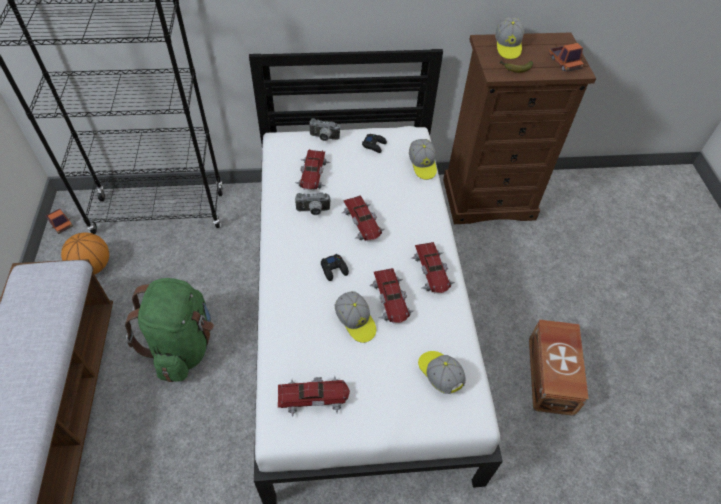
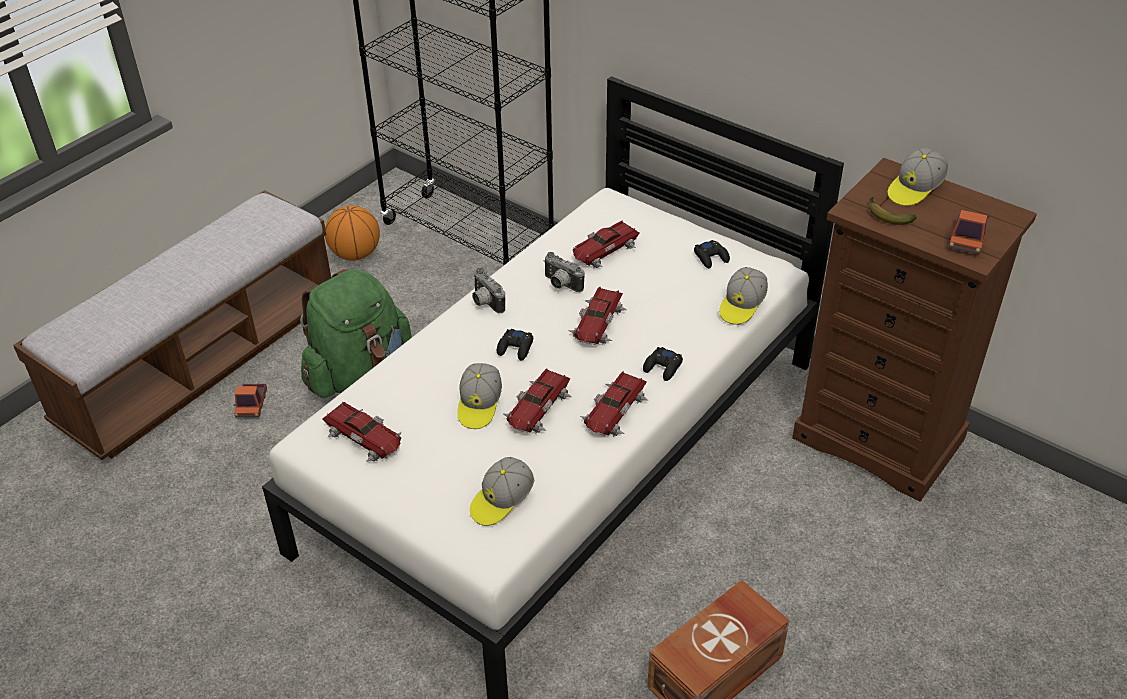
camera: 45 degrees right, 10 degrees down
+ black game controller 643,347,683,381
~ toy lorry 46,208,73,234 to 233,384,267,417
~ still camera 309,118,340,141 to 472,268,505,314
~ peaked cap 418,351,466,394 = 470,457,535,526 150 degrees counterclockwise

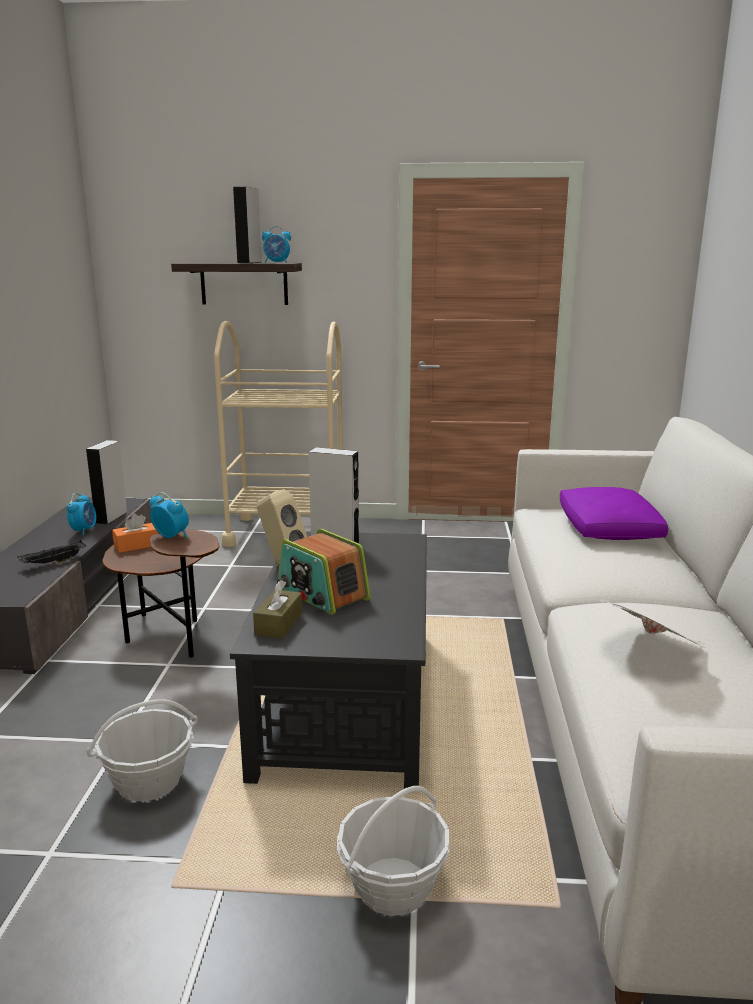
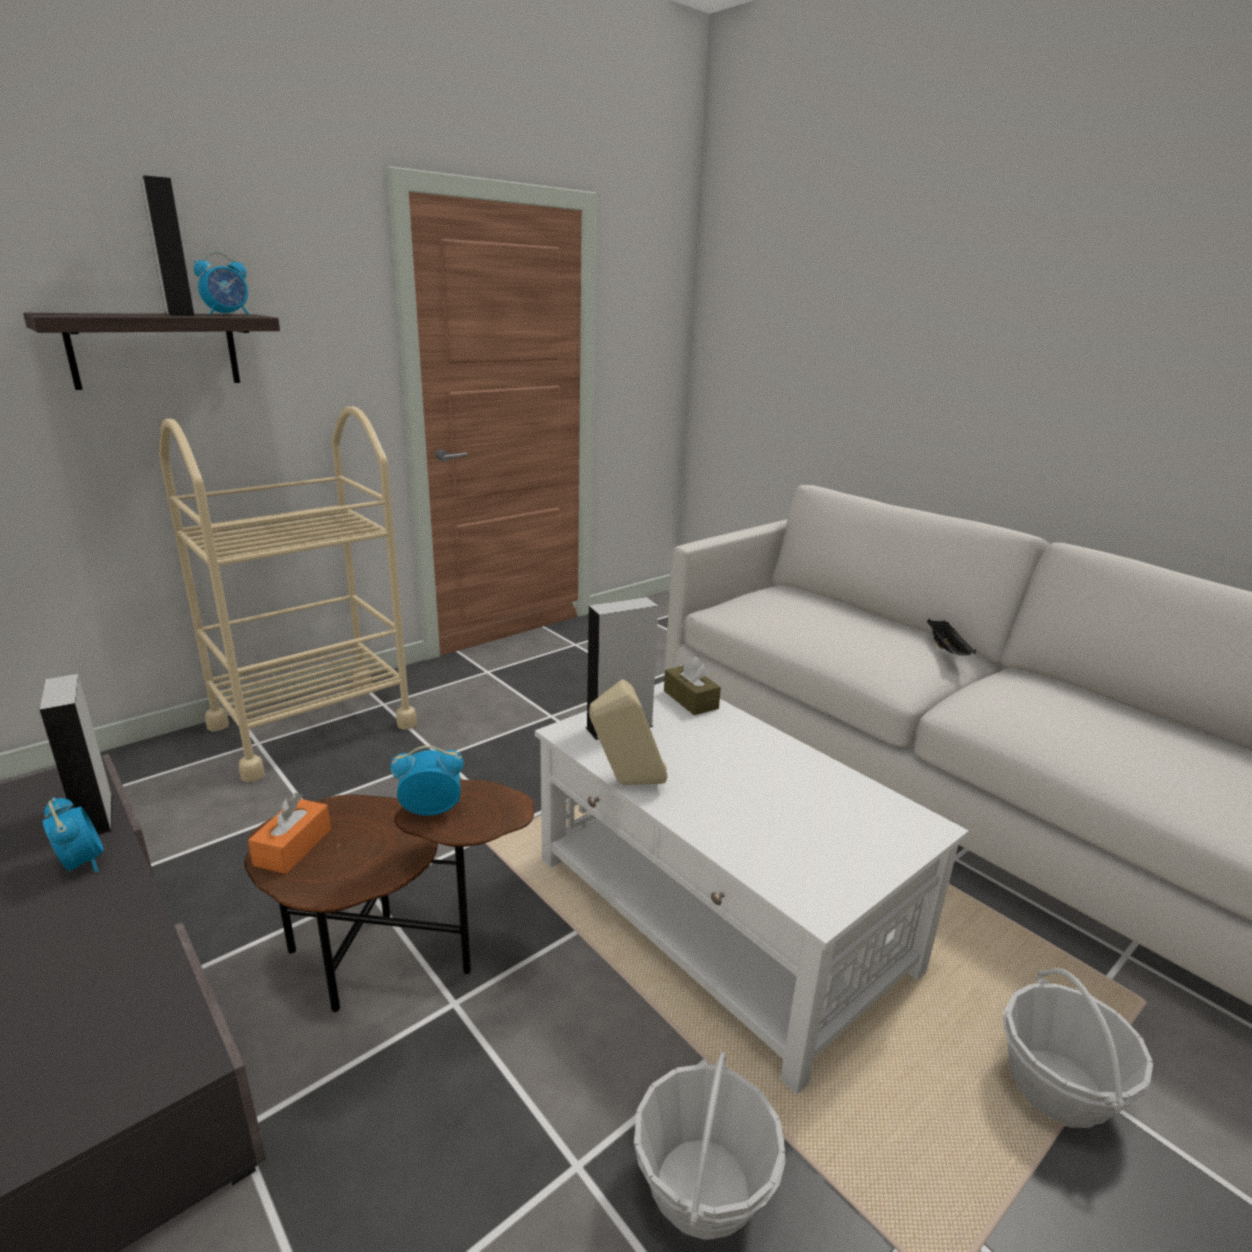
camera: 45 degrees left, 5 degrees up
- radio 277,529,371,615
- purple throw pillow 560,487,668,540
- newspaper 597,599,705,648
~ black serving tray 17,540,86,564 to 927,619,976,656
~ brown tissue holder 253,580,302,639 to 664,656,721,715
~ black coffee table 230,531,427,789 to white coffee table 535,682,969,1095

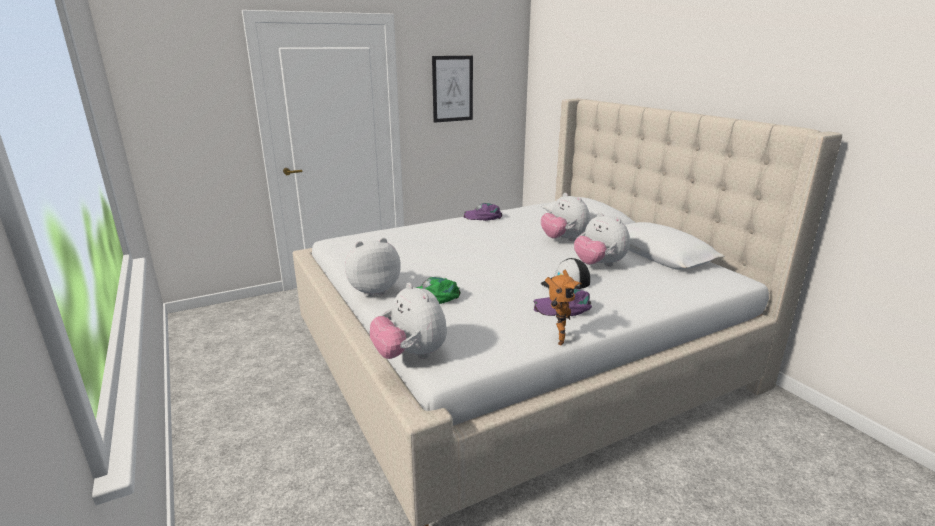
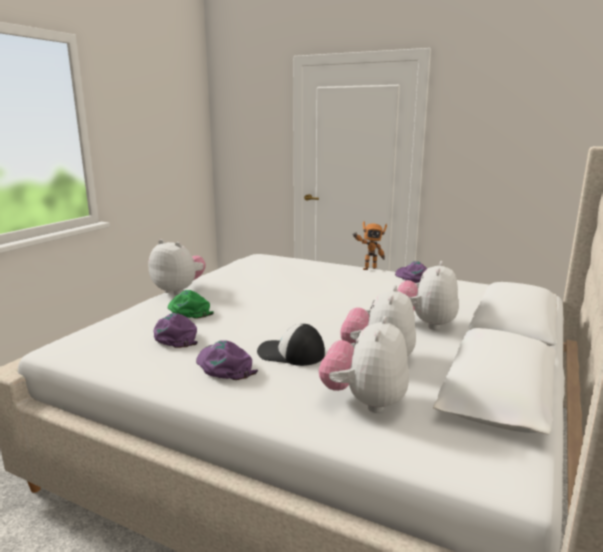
camera: 55 degrees right, 5 degrees down
- wall picture 432,56,473,123
+ purple peaked cap 153,313,198,348
~ soft toy 370,283,447,359 to 319,316,409,413
~ model robot 545,270,582,345 to 352,221,387,270

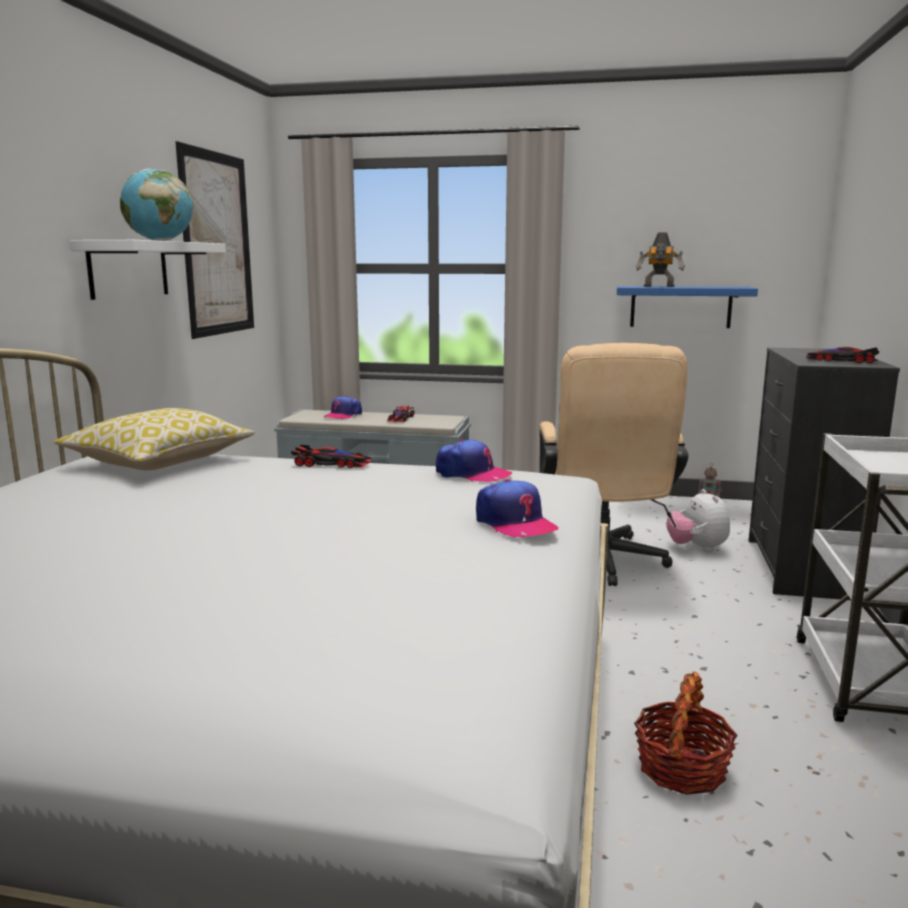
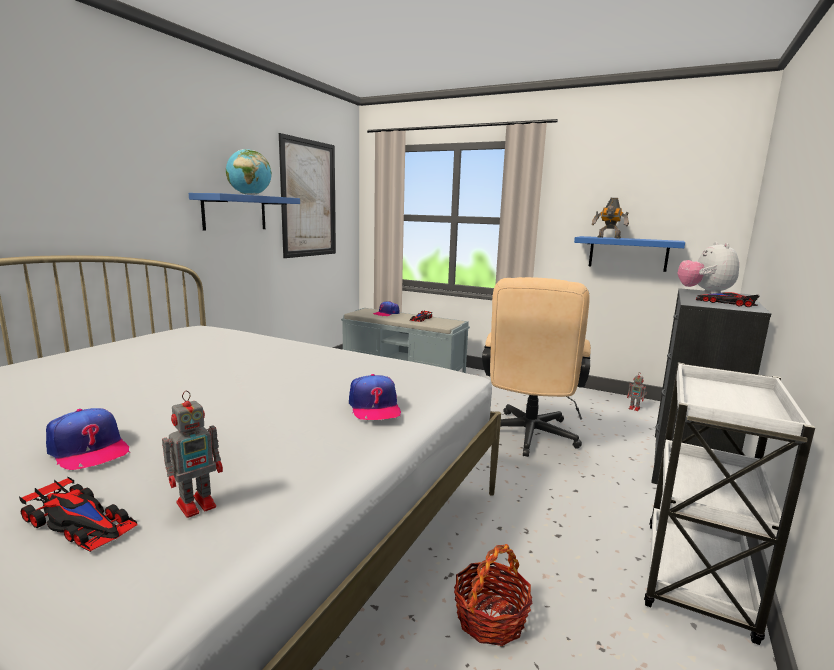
camera: 15 degrees right, 0 degrees up
- throw pillow 54,408,255,470
+ model robot 162,391,223,518
~ model car 291,445,371,468 to 19,476,138,552
~ peaked cap 436,440,512,482 to 46,408,130,470
~ soft toy 666,489,730,552 to 677,242,739,294
~ white bracket shelf 70,240,226,300 to blue bracket shelf 189,193,300,230

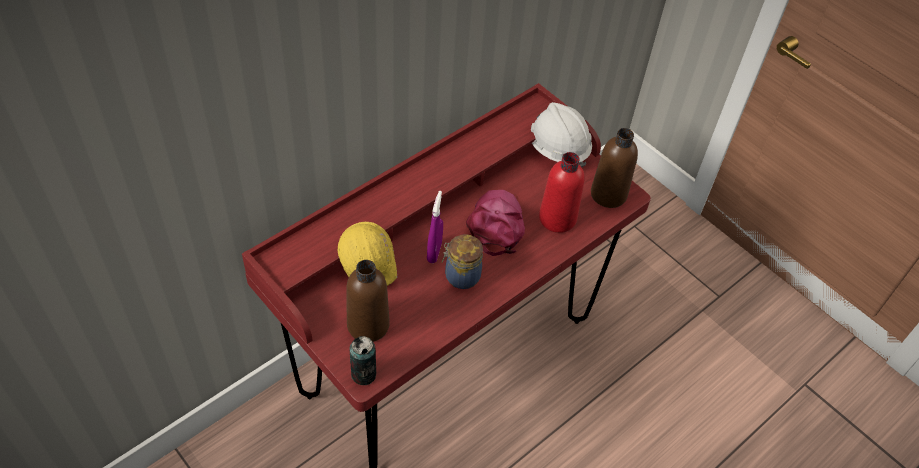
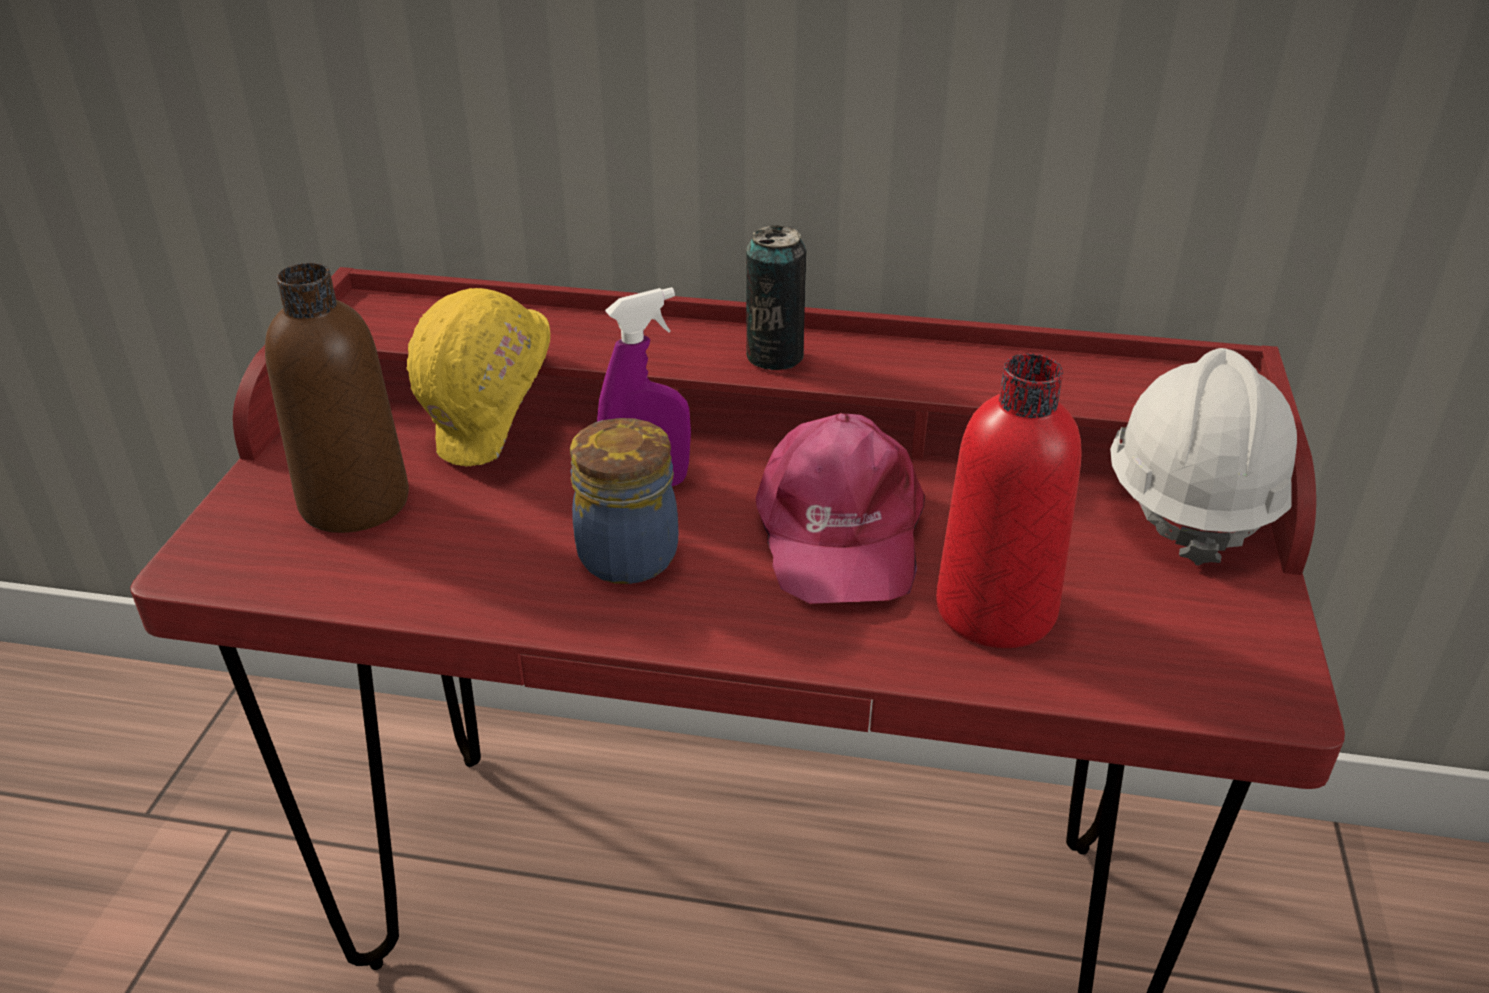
camera: 55 degrees right, 15 degrees down
- brown bottle 591,128,638,208
~ sealed can 349,336,376,385 to 746,225,807,370
~ pink-coloured peaked cap 466,190,525,256 = 755,413,925,604 120 degrees clockwise

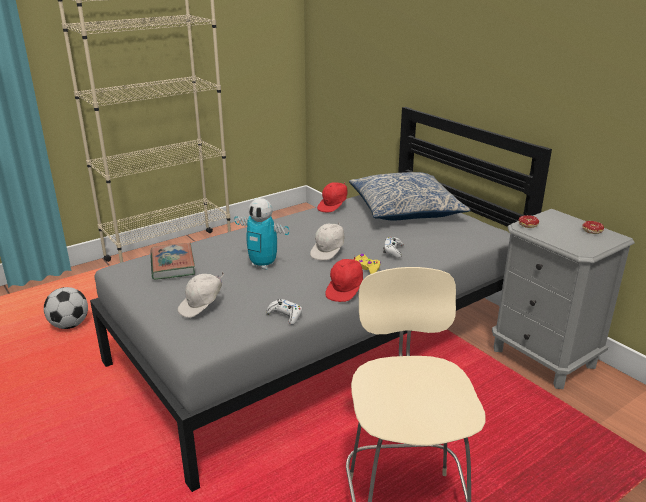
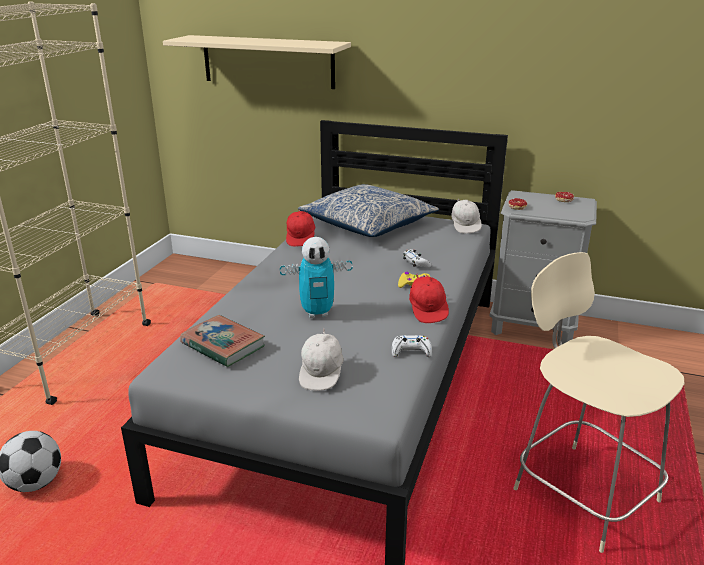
camera: 35 degrees left, 0 degrees up
+ beige-coloured bracket shelf 163,35,351,89
~ white peaked cap 310,223,344,261 to 451,198,482,234

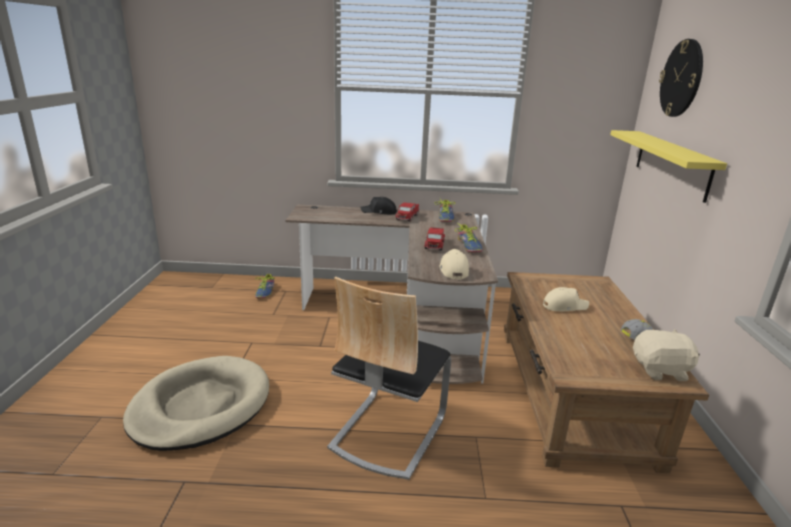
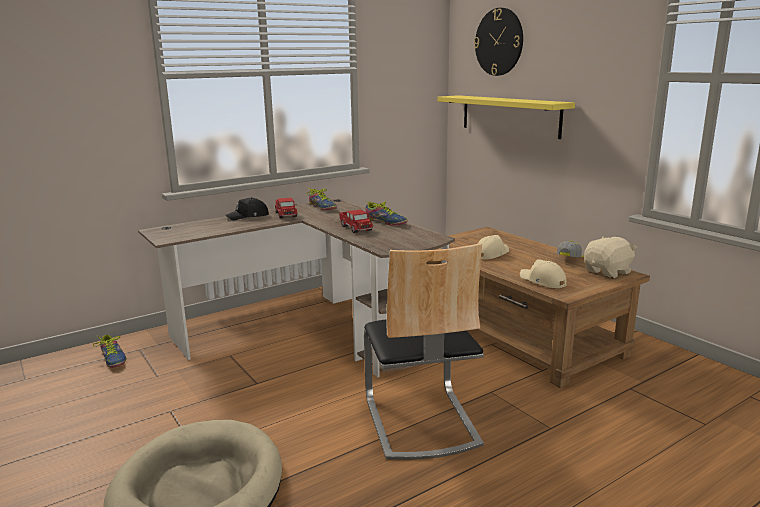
camera: 35 degrees left, 5 degrees down
~ beige-coloured peaked cap 440,249,469,279 to 520,259,567,288

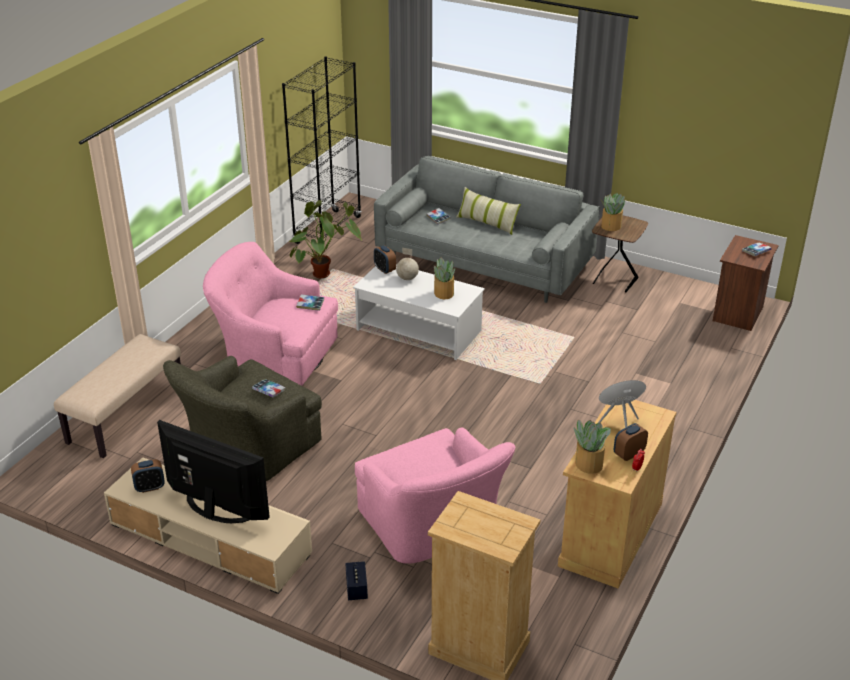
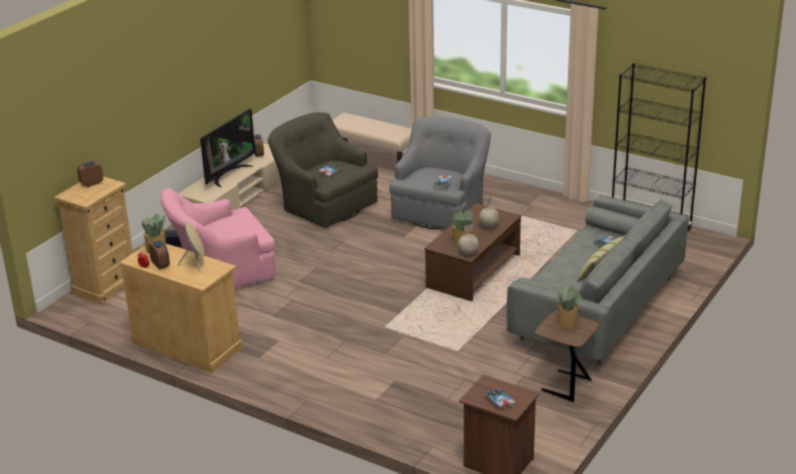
camera: 95 degrees right, 5 degrees down
- plant in a pot 289,200,361,278
+ desk globe 458,224,479,255
~ alarm clock 374,245,396,274 to 77,161,103,187
~ pink-coloured armchair 203,242,338,386 to grey armchair 390,117,491,229
~ white coffee table 353,264,485,360 to brown coffee table 424,203,522,301

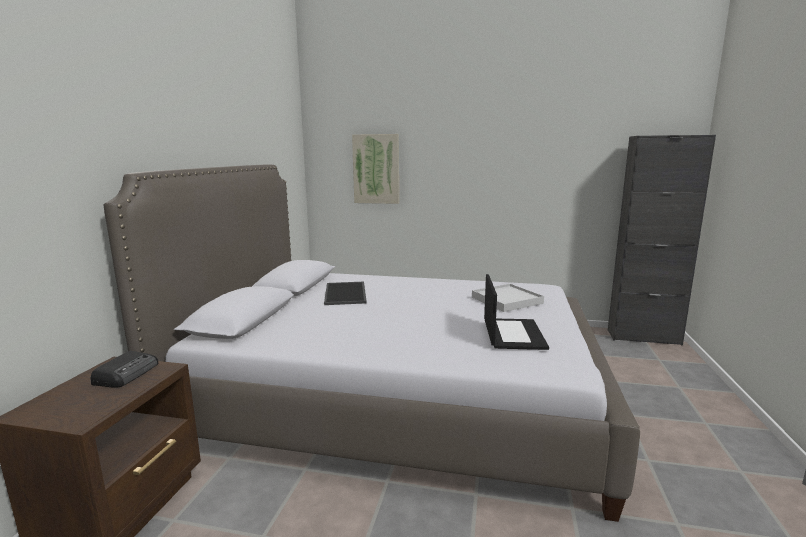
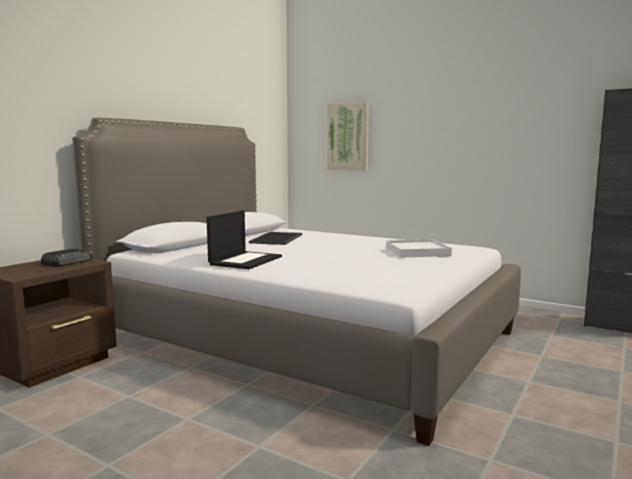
camera: 20 degrees right, 5 degrees down
~ notebook computer 484,274,549,350 to 206,210,282,269

